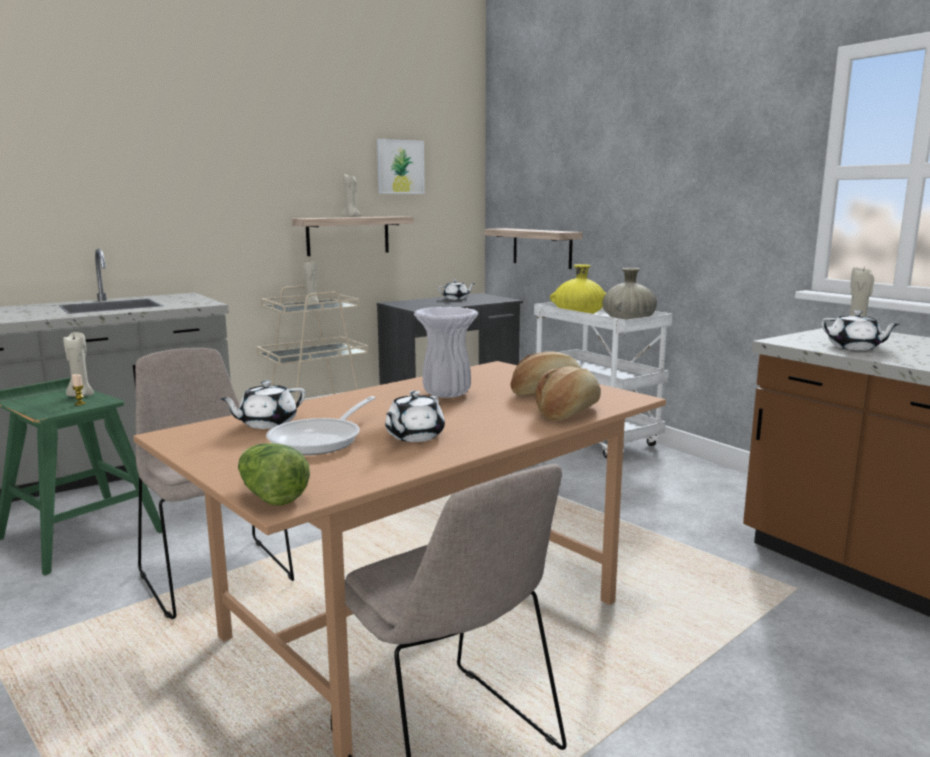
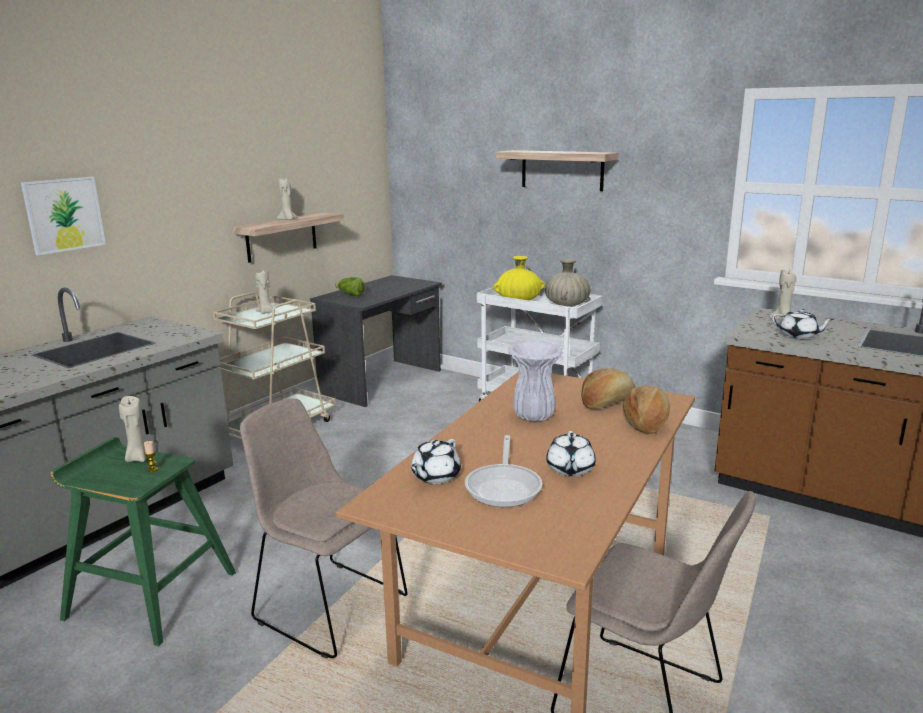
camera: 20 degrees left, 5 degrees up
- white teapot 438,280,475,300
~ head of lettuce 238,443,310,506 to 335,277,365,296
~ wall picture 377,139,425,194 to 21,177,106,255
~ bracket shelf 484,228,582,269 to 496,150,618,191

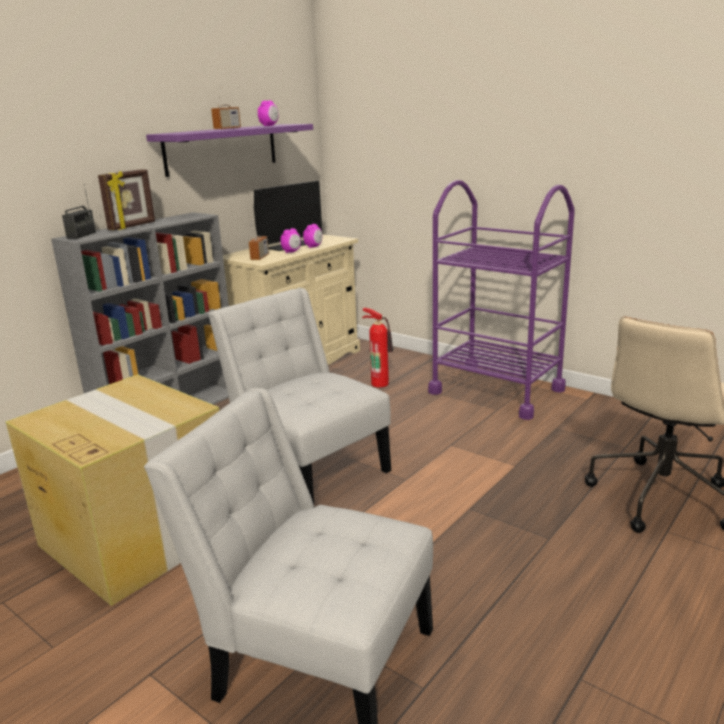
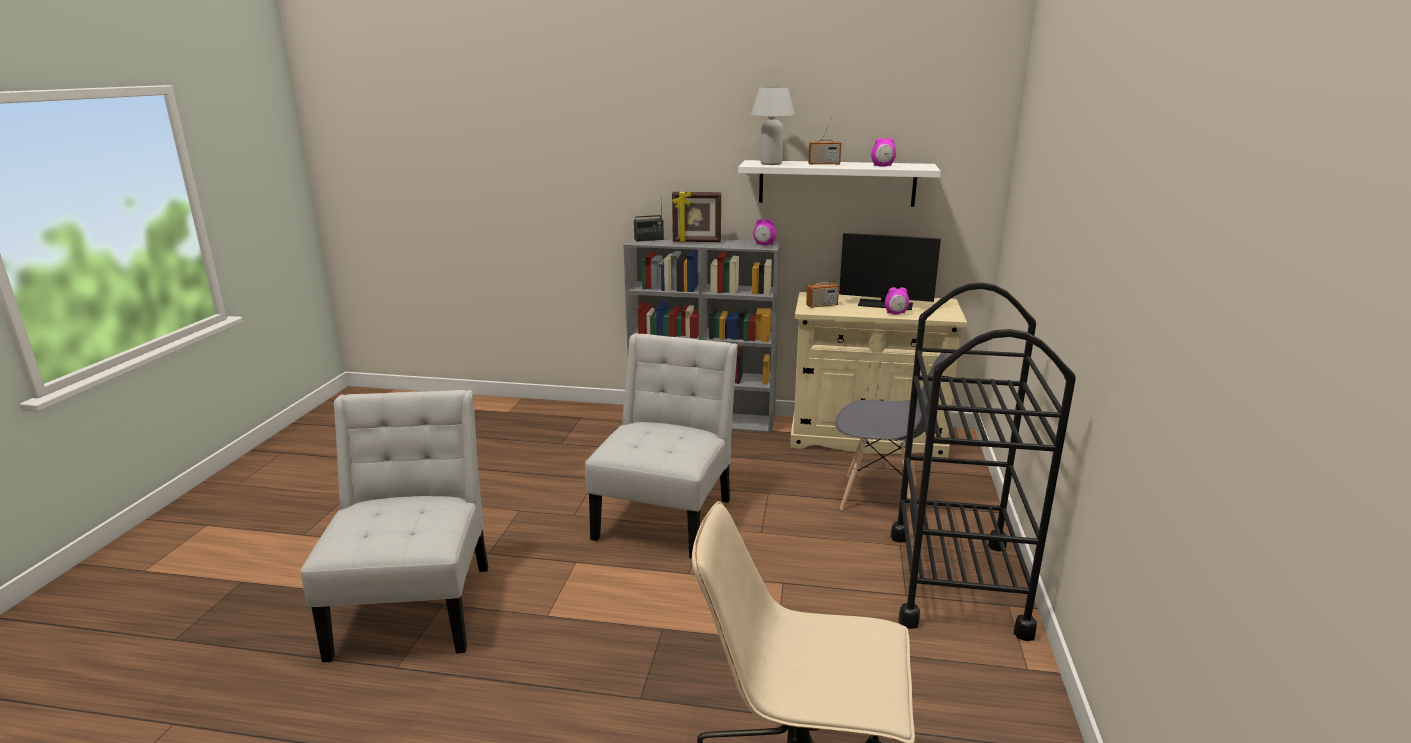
camera: 60 degrees right, 0 degrees up
- carton 6,374,219,606
+ white lamp for a table 751,87,795,165
~ alarm clock 280,228,301,253 to 753,219,776,245
~ fire-fighting cylinder 362,308,393,387 to grey upright chair 835,353,952,517
~ purple bracket shelf 146,124,313,177 to white bracket shelf 738,160,941,207
~ purple cart 428,180,575,420 to black cart 890,282,1076,641

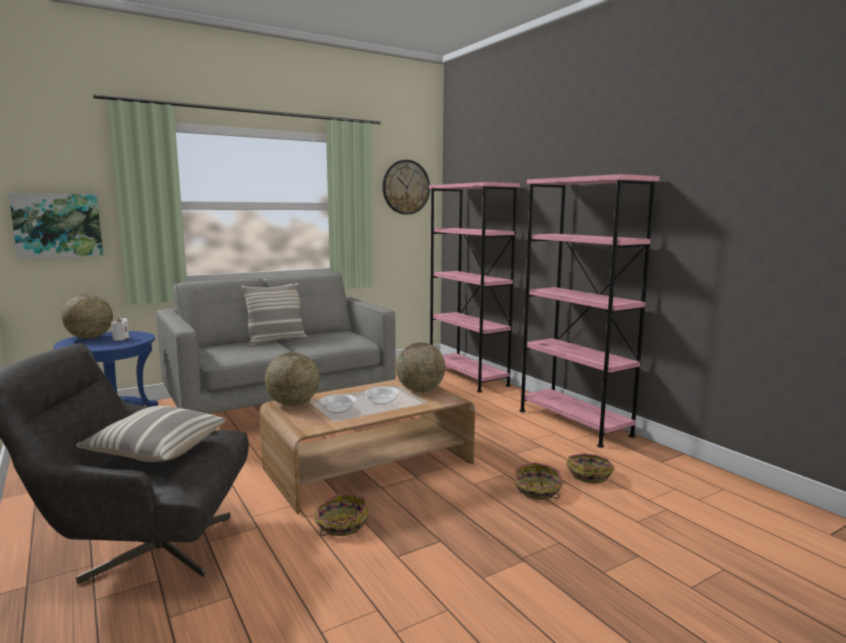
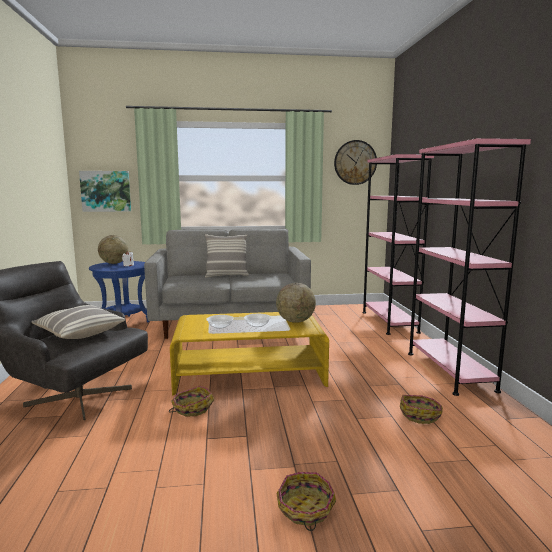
camera: 25 degrees right, 0 degrees up
- desk globe 265,352,319,406
~ basket 515,463,563,500 to 277,472,336,531
~ brown coffee table 259,379,475,514 to yellow coffee table 170,312,329,395

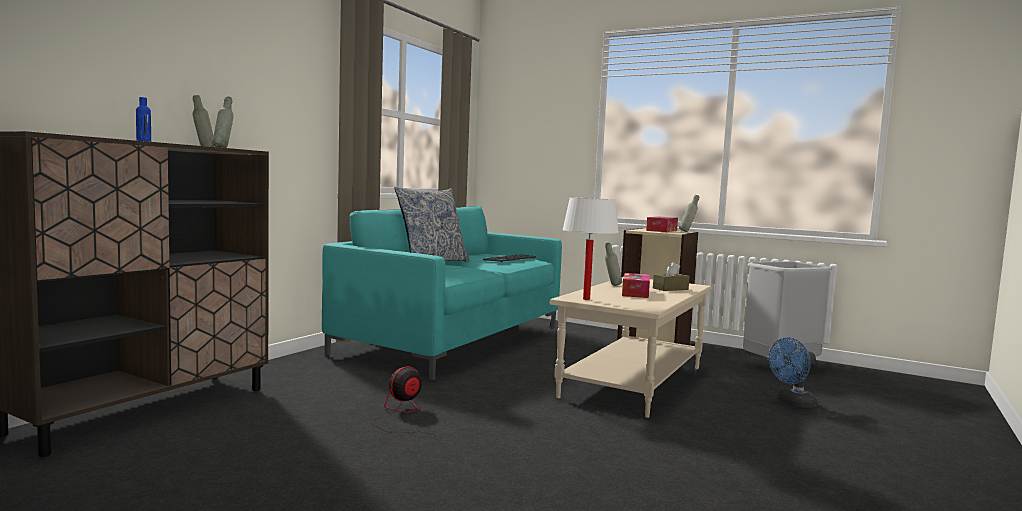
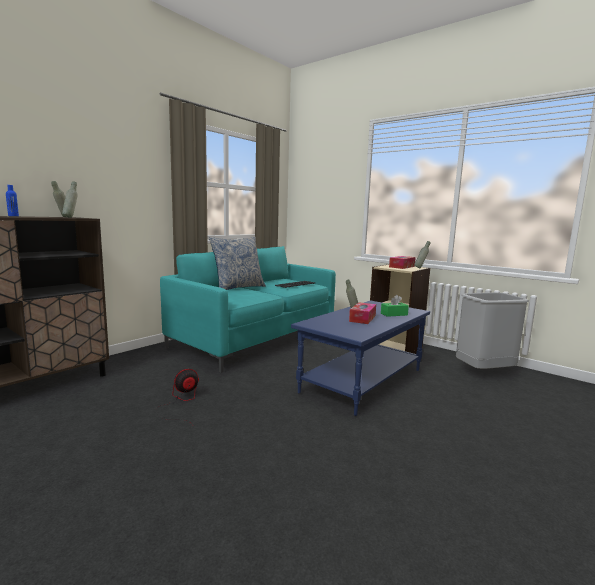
camera: 10 degrees right, 5 degrees up
- white lamp for a table 562,197,619,300
- blue cooling fan 769,337,817,408
~ beige-coloured coffee table 550,277,711,418 to blue coffee table 291,300,430,416
~ brown tissue holder 653,262,690,291 to greenish tissue holder 381,295,409,317

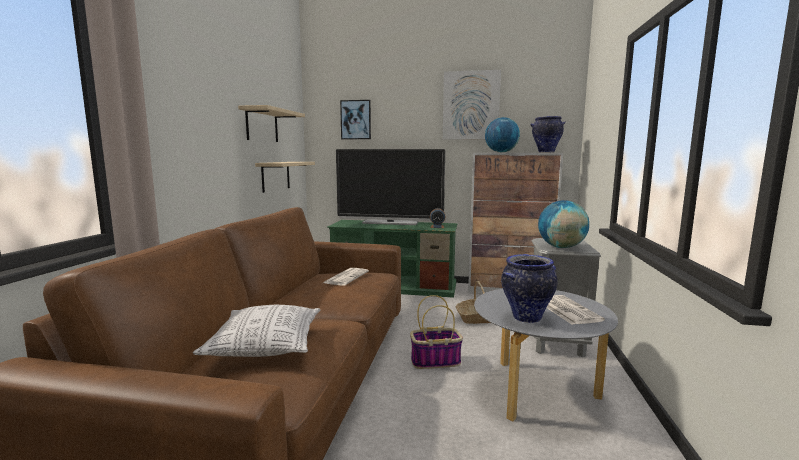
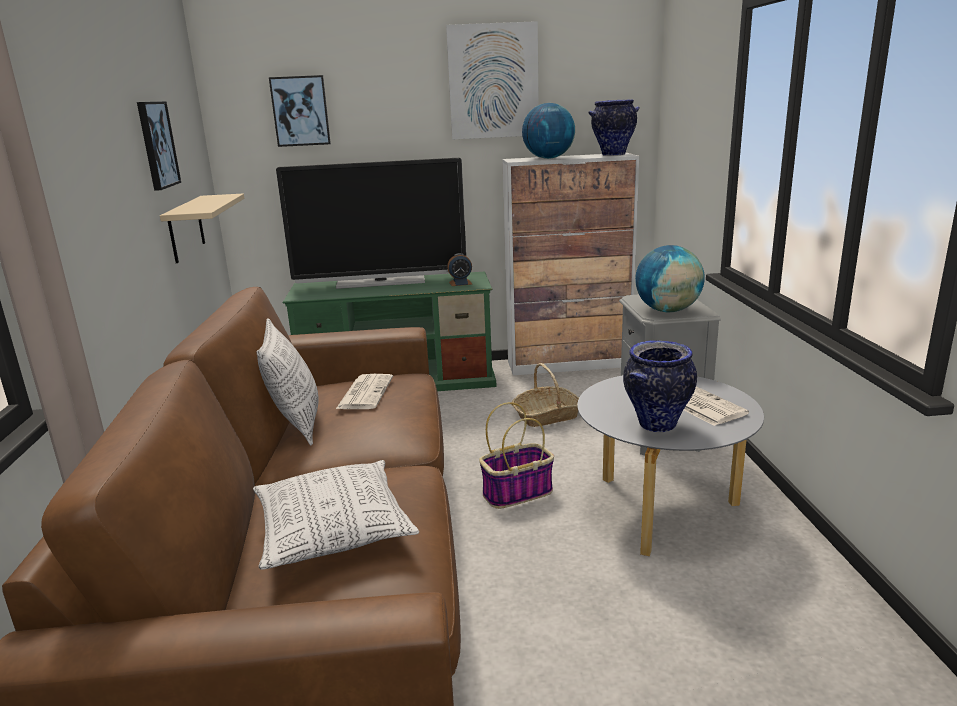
camera: 15 degrees left, 10 degrees up
+ throw pillow 256,318,318,446
~ beige-coloured bracket shelf 238,105,305,142 to wall picture 137,101,181,191

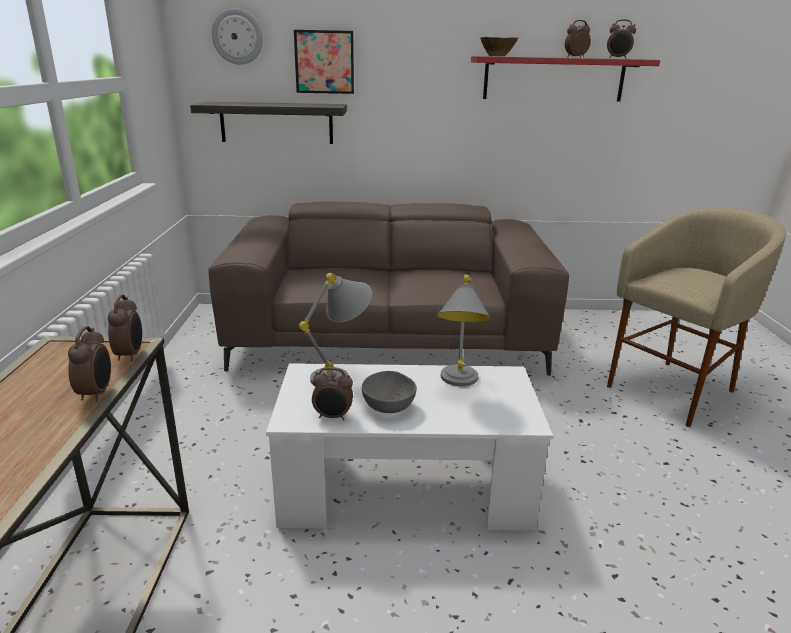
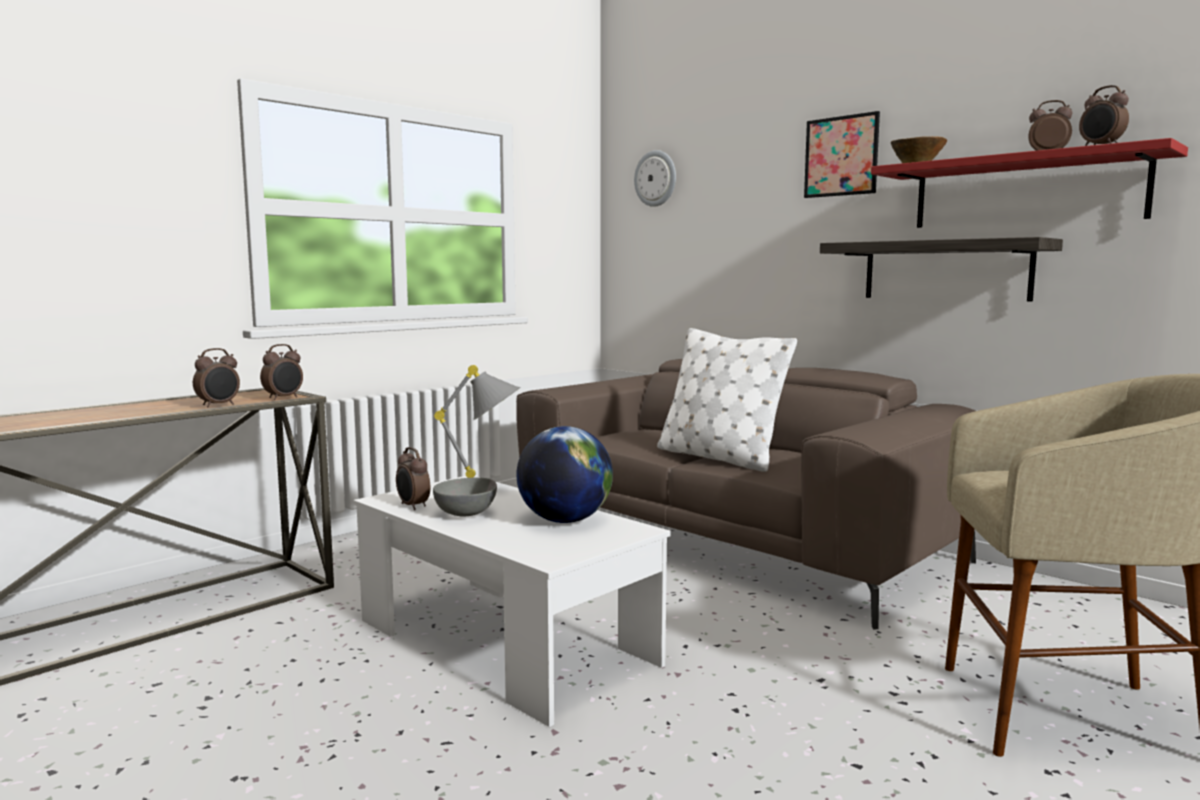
camera: 45 degrees right, 15 degrees down
+ white throw pillow 657,328,797,472
~ bracket shelf 190,102,347,144 to 820,237,1063,301
~ wall picture 294,30,354,94 to 804,111,880,198
~ grey lamp for a table 437,275,491,386 to desk globe 516,426,613,523

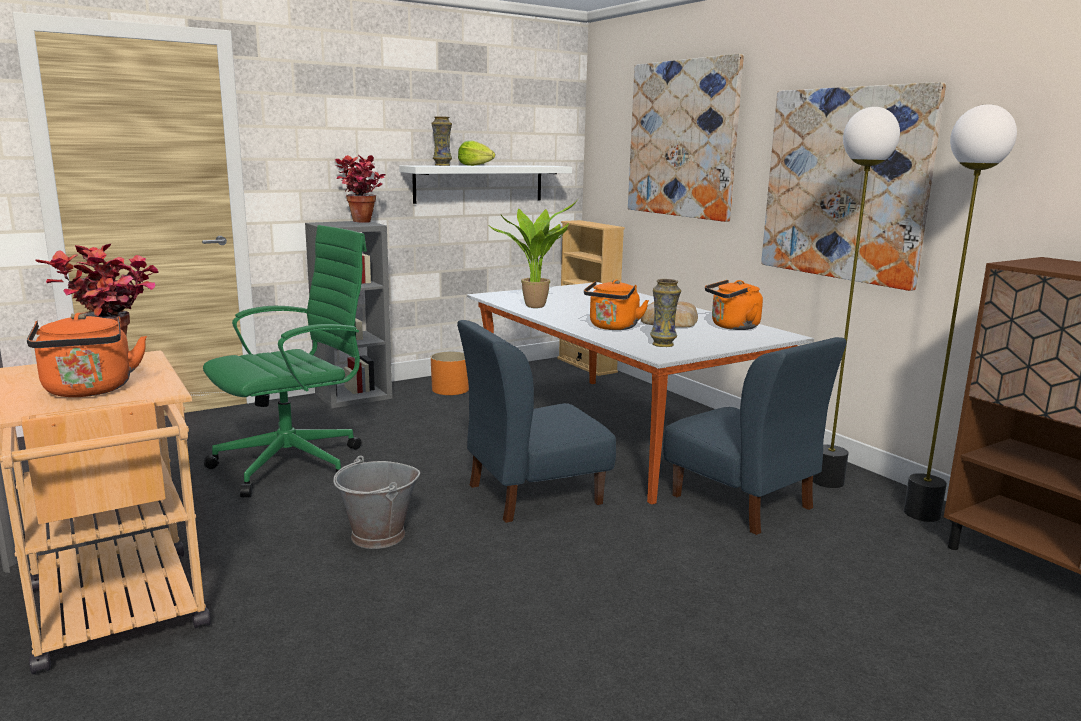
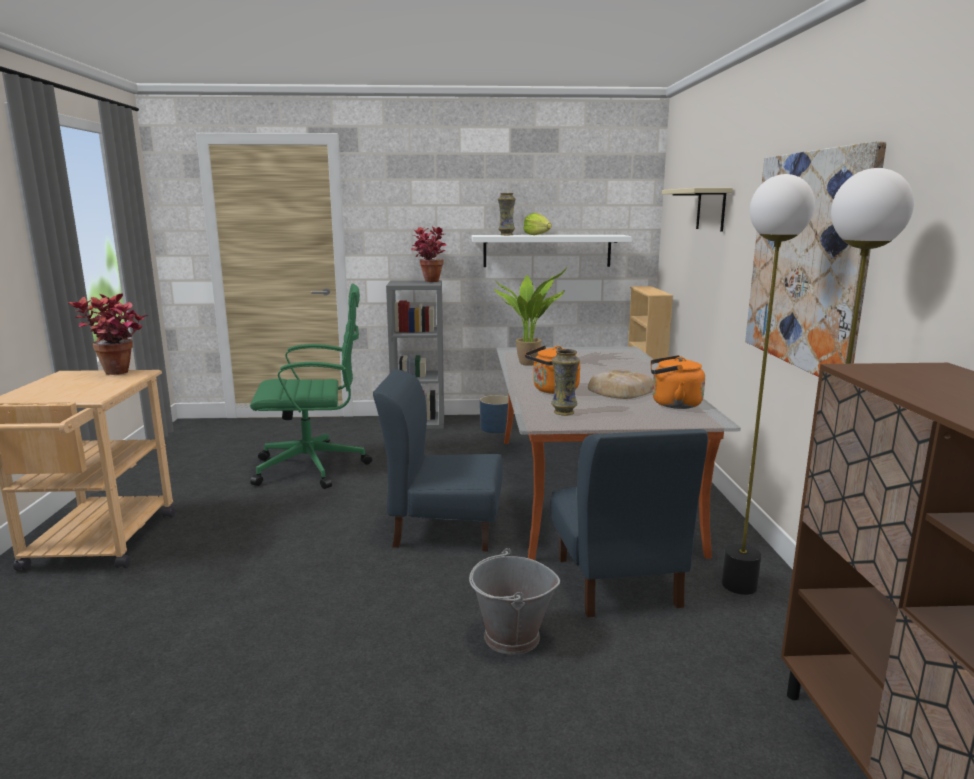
camera: 30 degrees right, 0 degrees up
- orangey water kettle 27,313,147,397
~ grey water bucket 333,455,420,549 to 469,548,560,655
~ wall picture 628,54,744,222 to beige-coloured bracket shelf 662,188,733,232
~ orangey plant pot 431,352,469,395 to blue plant pot 480,395,512,433

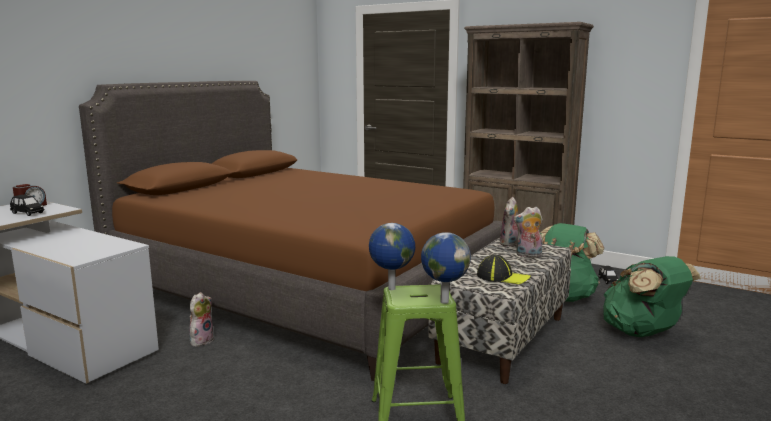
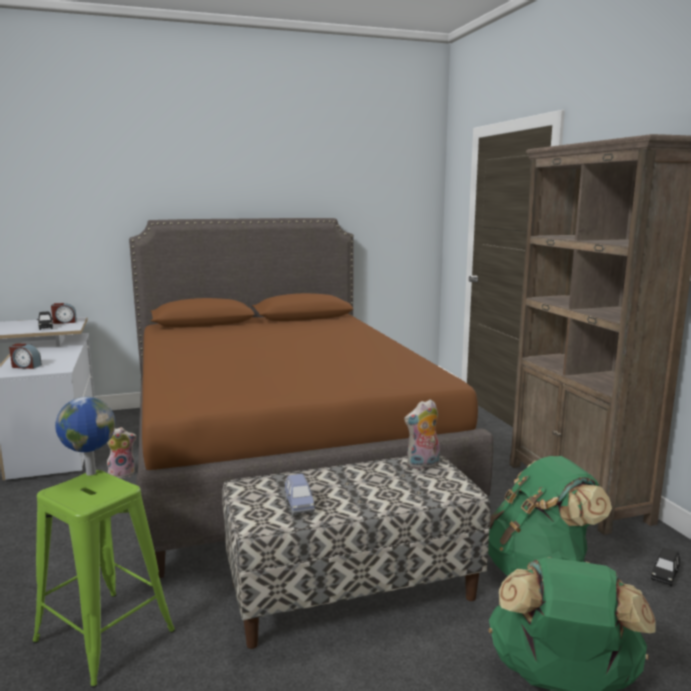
camera: 40 degrees right, 0 degrees up
- desk globe 421,232,471,304
- soft toy 514,207,543,257
+ alarm clock 9,344,42,369
~ peaked cap 477,255,531,284 to blue model car 285,474,315,515

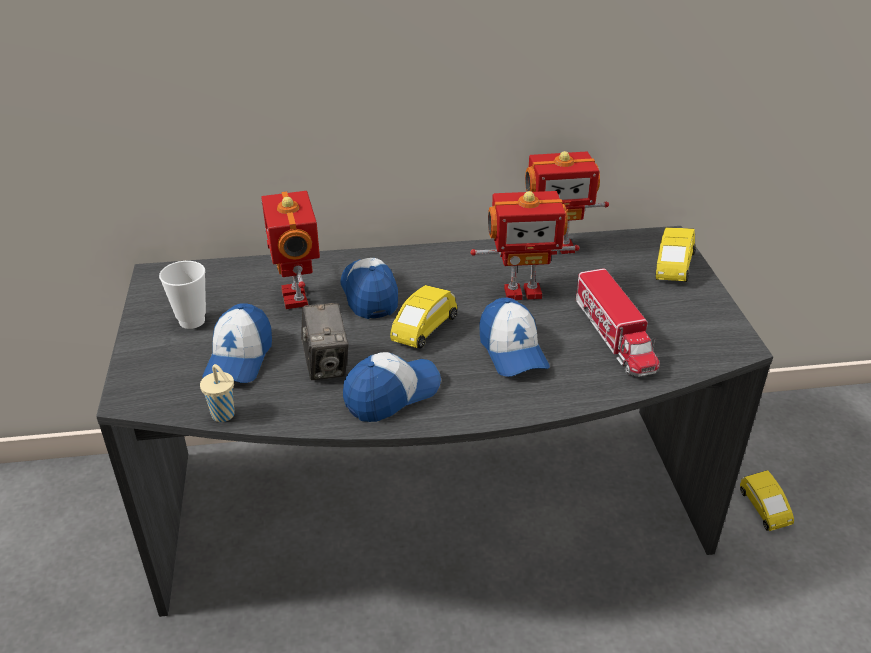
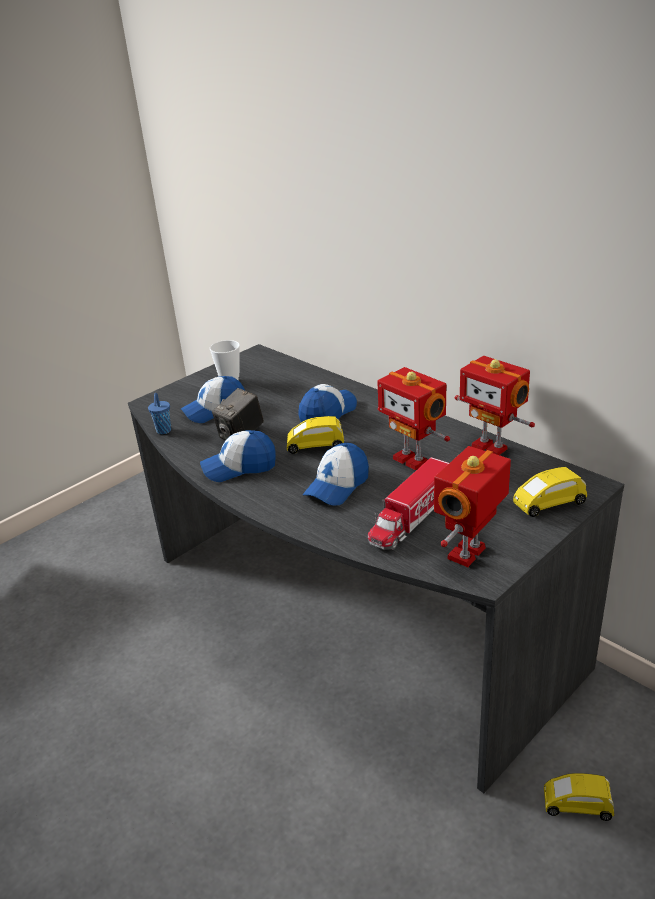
camera: 55 degrees right, 5 degrees down
~ model robot 261,191,320,309 to 434,446,511,567
~ beige-coloured drinking cup 200,364,234,422 to blue drinking cup 148,393,171,434
~ peaked cap 343,352,441,422 = 200,430,276,482 150 degrees clockwise
~ yellow model car 740,470,794,531 = 544,773,614,821 60 degrees clockwise

